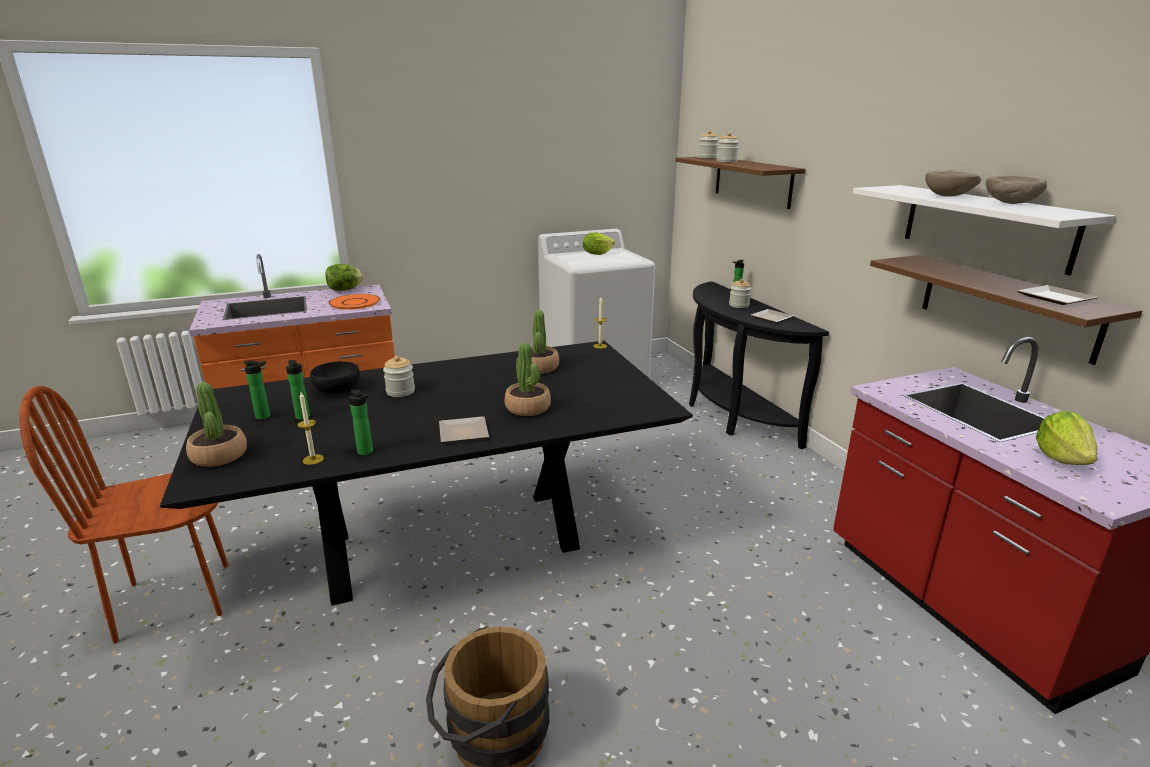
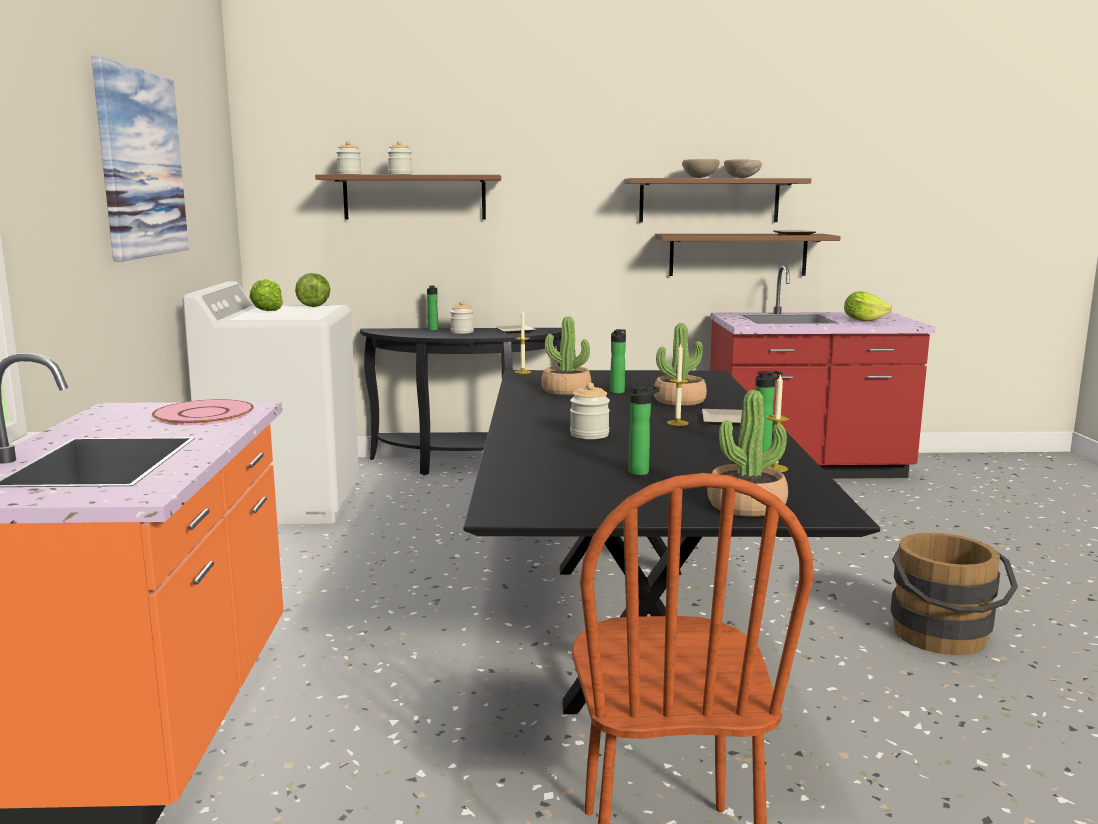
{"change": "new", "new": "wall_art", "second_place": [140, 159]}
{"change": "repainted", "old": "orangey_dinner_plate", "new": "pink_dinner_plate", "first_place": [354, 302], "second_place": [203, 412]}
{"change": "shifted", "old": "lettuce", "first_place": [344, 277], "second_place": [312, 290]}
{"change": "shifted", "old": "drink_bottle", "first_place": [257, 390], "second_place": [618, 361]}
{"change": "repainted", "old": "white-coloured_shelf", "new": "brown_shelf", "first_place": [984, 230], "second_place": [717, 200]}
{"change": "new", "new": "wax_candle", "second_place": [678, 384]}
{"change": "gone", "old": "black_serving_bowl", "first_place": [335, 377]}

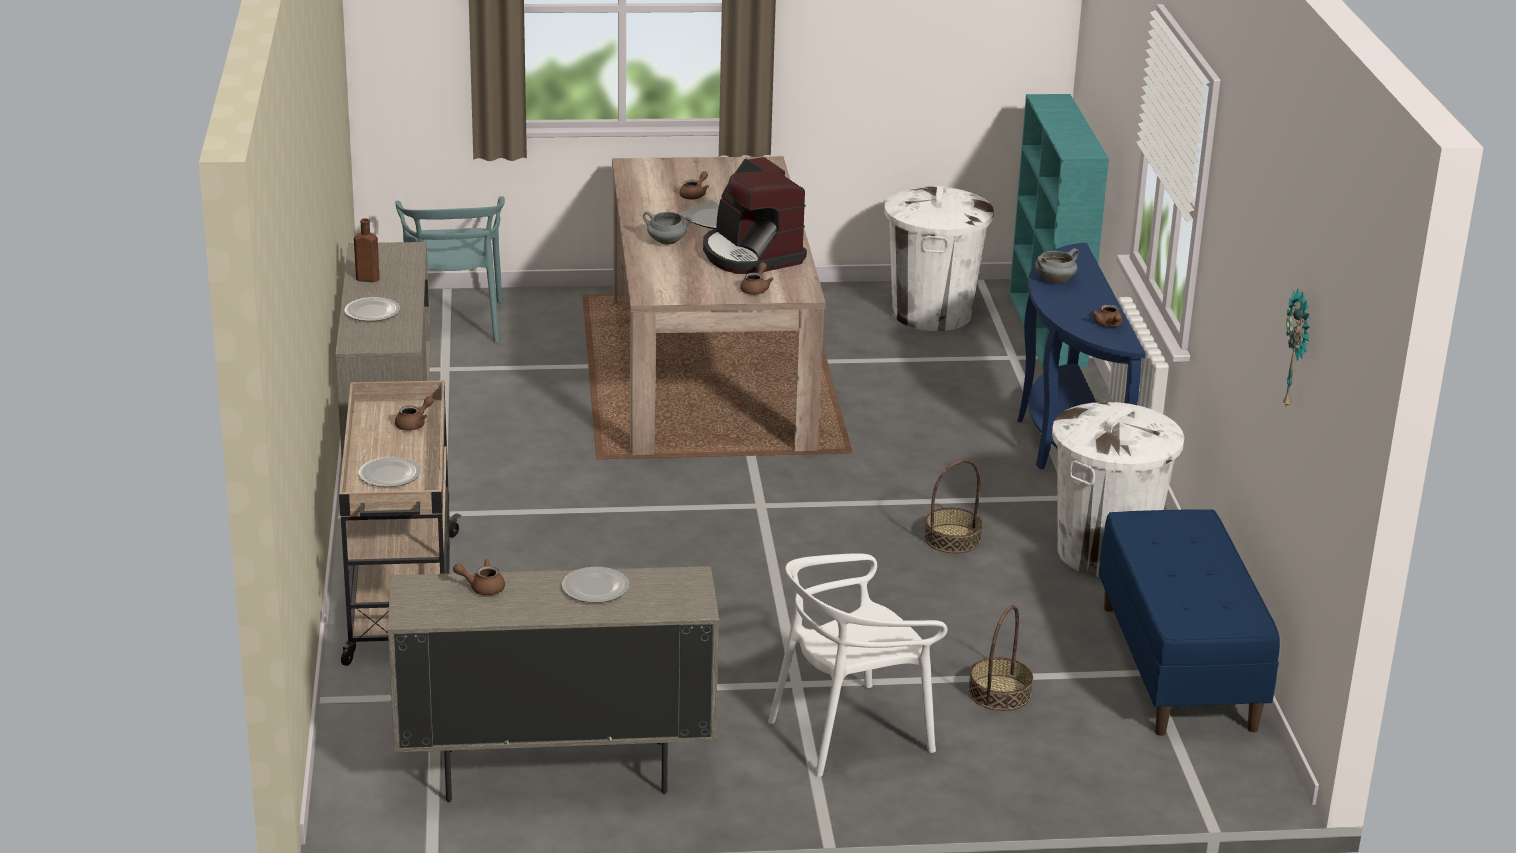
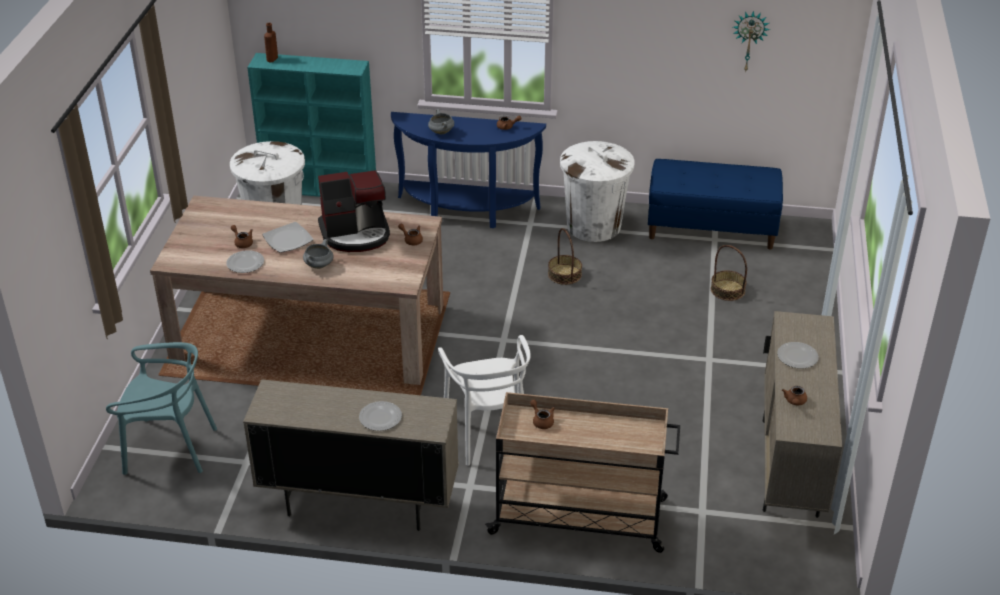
{"change": "shifted", "old": "dinner_plate", "first_place": [390, 472], "second_place": [245, 261]}
{"change": "shifted", "old": "brown_drink_bottle", "first_place": [366, 250], "second_place": [271, 42]}
{"change": "shifted", "old": "white-coloured_chair", "first_place": [857, 665], "second_place": [484, 400]}

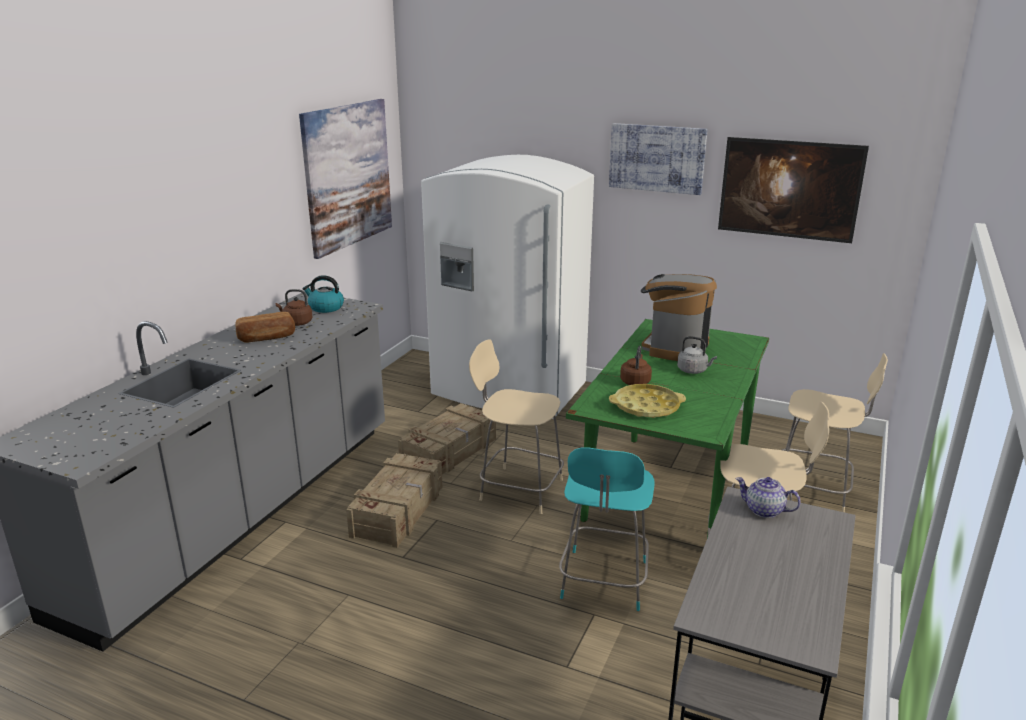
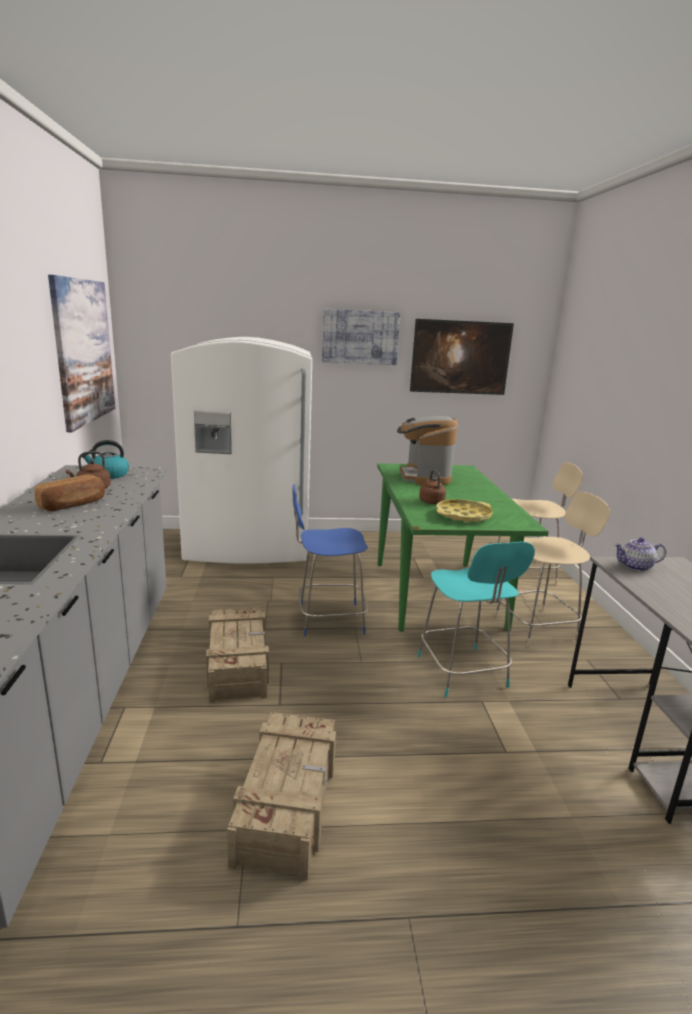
{"change": "shifted", "old": "packing_crate", "first_place": [447, 438], "second_place": [281, 796]}
{"change": "repainted", "old": "beige-coloured_chair", "new": "bluish_chair", "first_place": [516, 426], "second_place": [330, 560]}
{"change": "gone", "old": "greyish_tea_kettle", "first_place": [697, 355]}

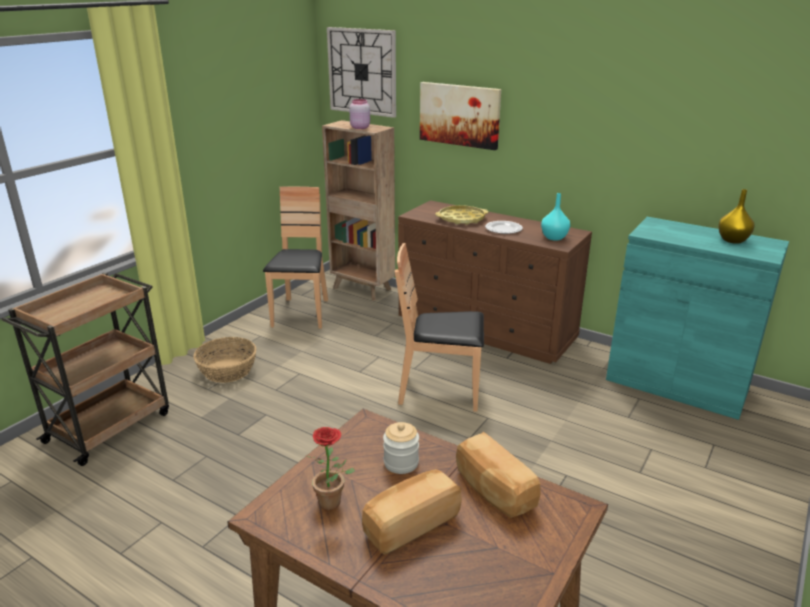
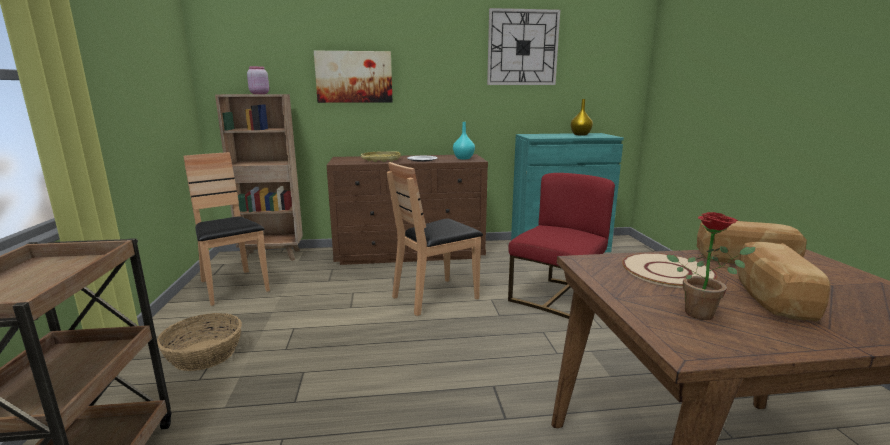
{"change": "shifted", "old": "hanging_clock", "first_place": [361, 72], "second_place": [523, 46]}
{"change": "new", "new": "red_chair", "second_place": [561, 246]}
{"change": "swapped", "old": "storage_jar", "new": "beige-coloured_dinner_plate", "first_place": [401, 448], "second_place": [670, 270]}

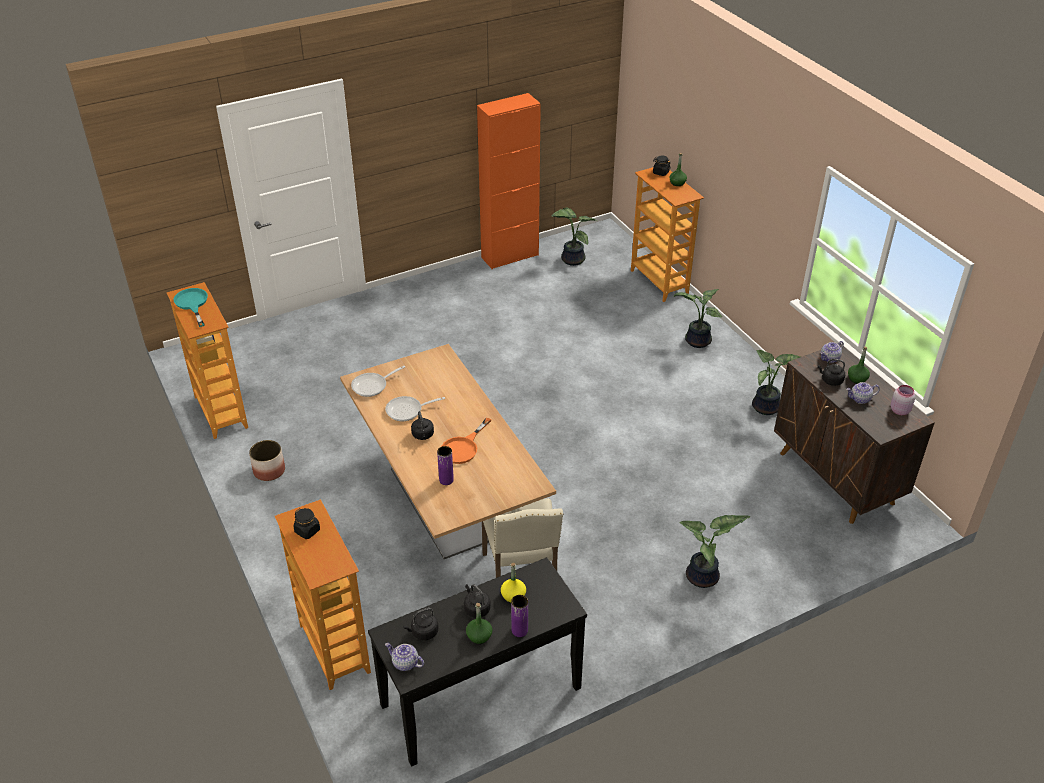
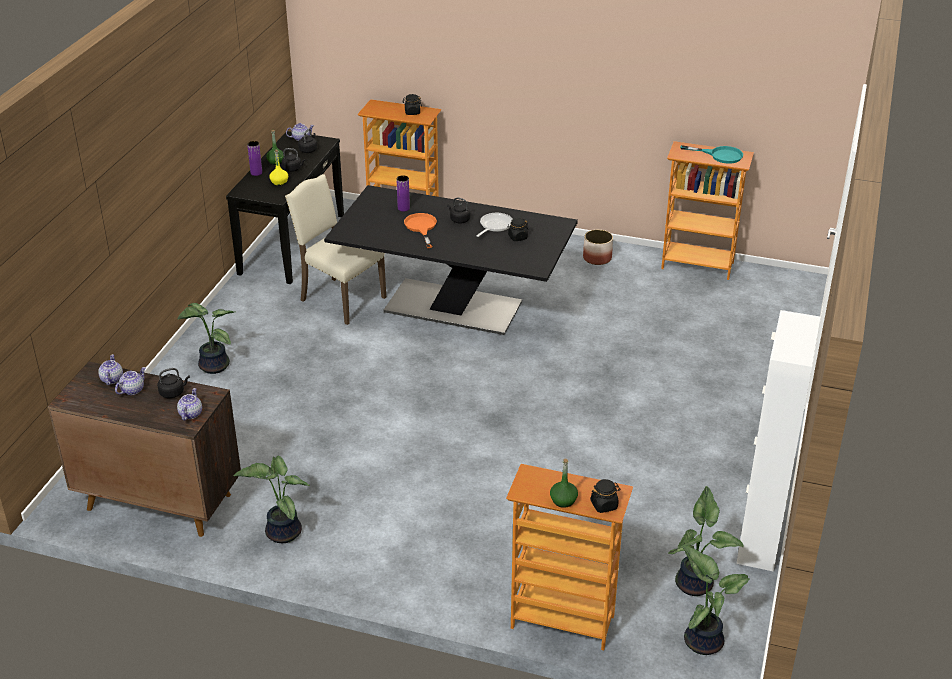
{"change": "new", "new": "teapot", "second_place": [110, 369]}
{"change": "repainted", "old": "beige-coloured_kitchen_table", "new": "black_kitchen_table", "first_place": [448, 451], "second_place": [451, 260]}
{"change": "new", "new": "black_storage_jar", "second_place": [518, 229]}
{"change": "shifted", "old": "plant_in_a_pot", "first_place": [698, 318], "second_place": [715, 600]}
{"change": "repainted", "old": "orangey_cupboard", "new": "white-coloured_cupboard", "first_place": [509, 181], "second_place": [778, 441]}
{"change": "gone", "old": "pan", "first_place": [378, 381]}
{"change": "gone", "old": "greenish_drink_bottle", "first_place": [859, 365]}
{"change": "gone", "old": "pink_storage_jar", "first_place": [903, 400]}

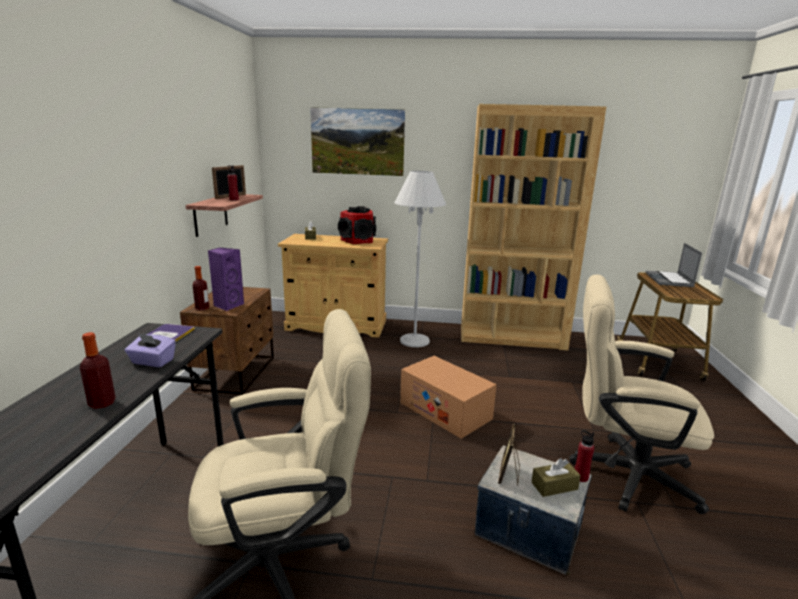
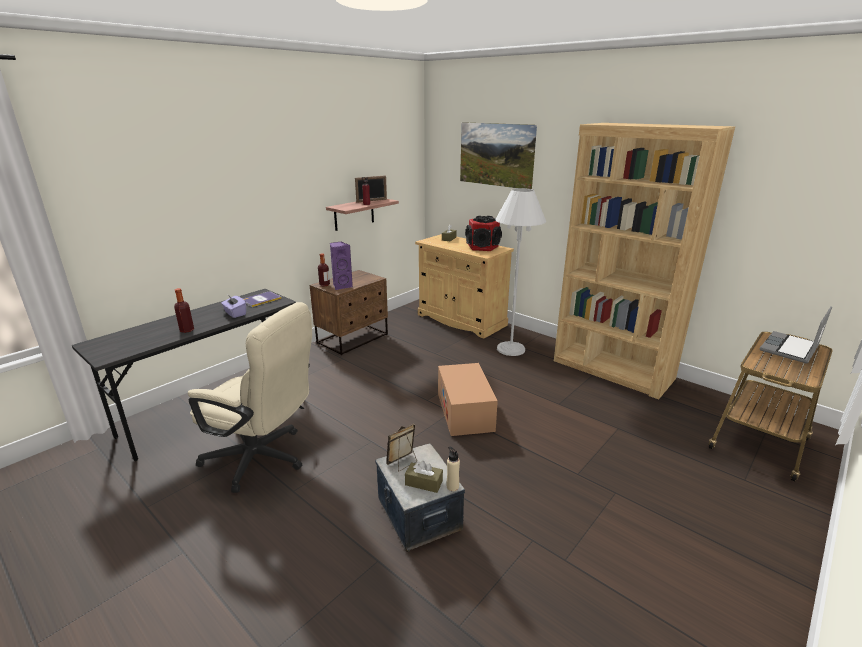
{"change": "repainted", "old": "red_drink_bottle", "new": "beige-coloured_drink_bottle", "first_place": [585, 456], "second_place": [453, 468]}
{"change": "gone", "old": "beige-coloured_desk_chair", "first_place": [642, 394]}

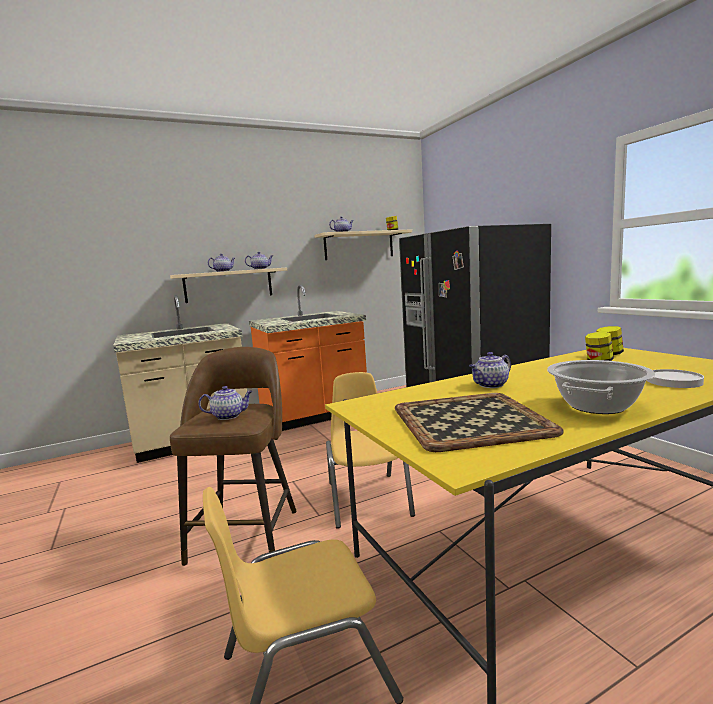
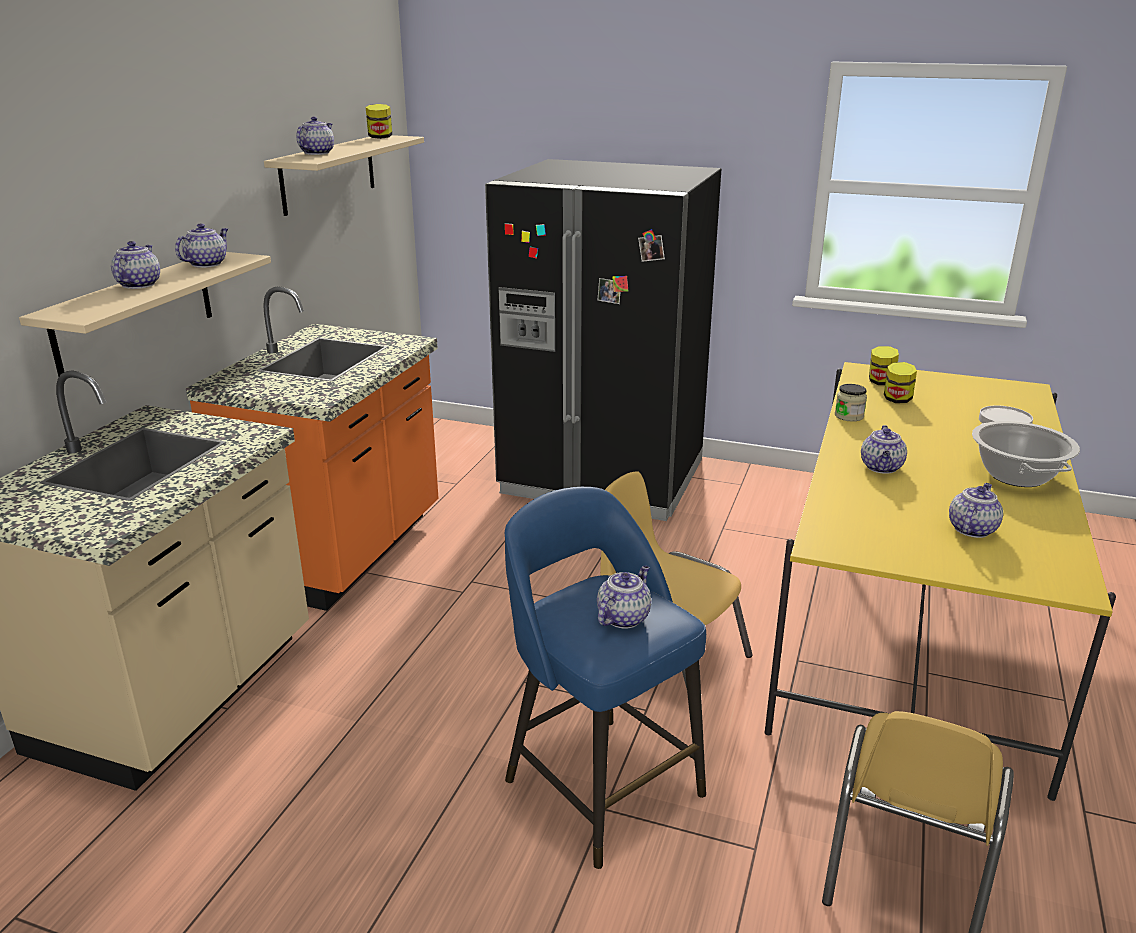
{"change": "repainted", "old": "brown_stool_seat", "new": "bluish_stool_seat", "first_place": [233, 456], "second_place": [605, 678]}
{"change": "new", "new": "storage_jar", "second_place": [851, 403]}
{"change": "swapped", "old": "tray", "new": "teapot", "first_place": [479, 422], "second_place": [976, 510]}

